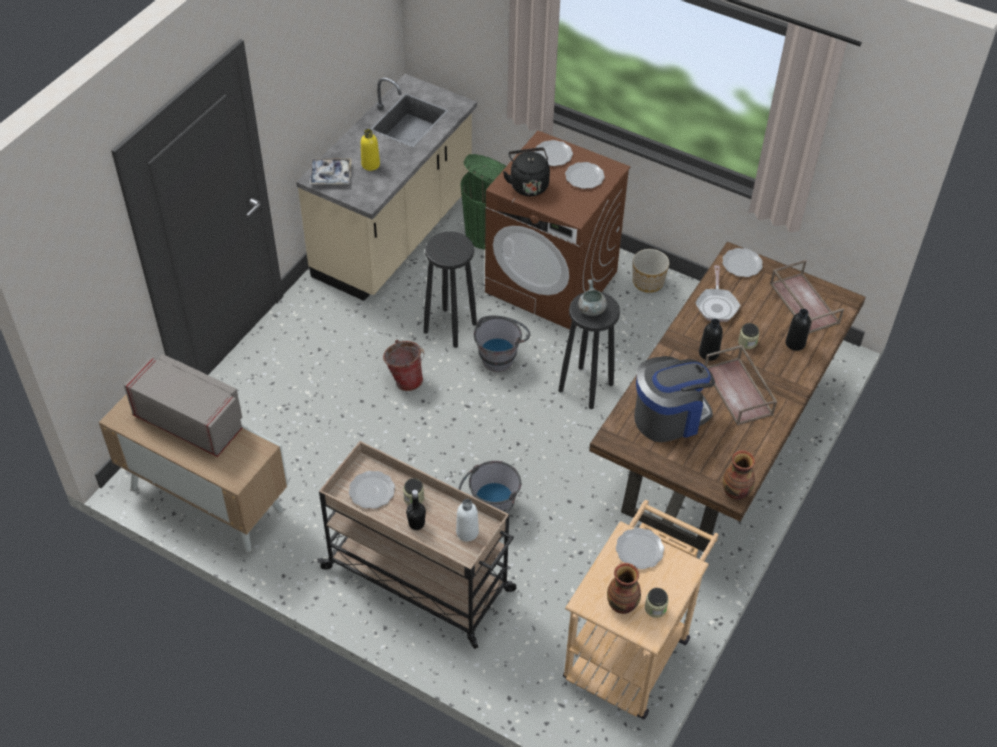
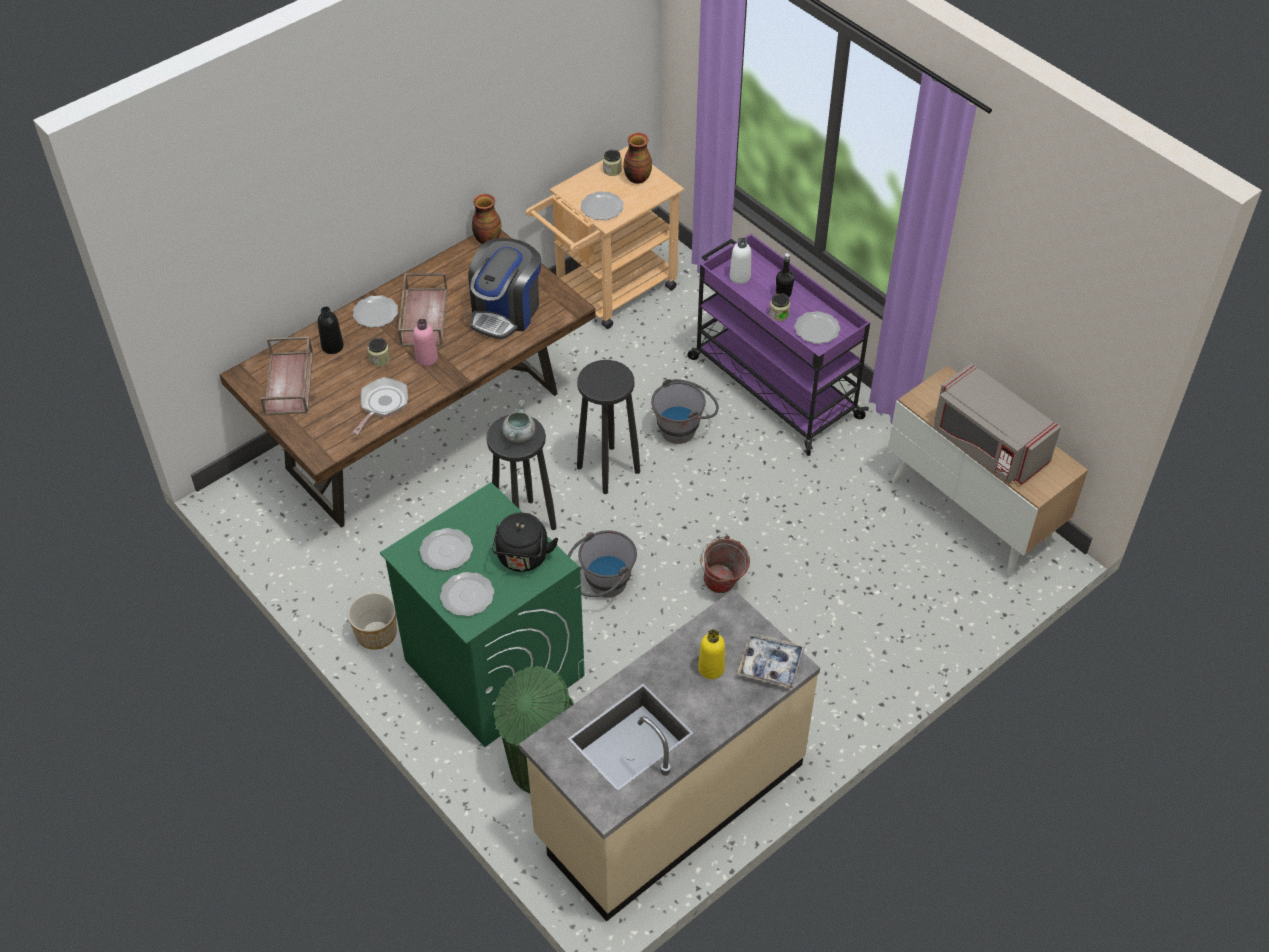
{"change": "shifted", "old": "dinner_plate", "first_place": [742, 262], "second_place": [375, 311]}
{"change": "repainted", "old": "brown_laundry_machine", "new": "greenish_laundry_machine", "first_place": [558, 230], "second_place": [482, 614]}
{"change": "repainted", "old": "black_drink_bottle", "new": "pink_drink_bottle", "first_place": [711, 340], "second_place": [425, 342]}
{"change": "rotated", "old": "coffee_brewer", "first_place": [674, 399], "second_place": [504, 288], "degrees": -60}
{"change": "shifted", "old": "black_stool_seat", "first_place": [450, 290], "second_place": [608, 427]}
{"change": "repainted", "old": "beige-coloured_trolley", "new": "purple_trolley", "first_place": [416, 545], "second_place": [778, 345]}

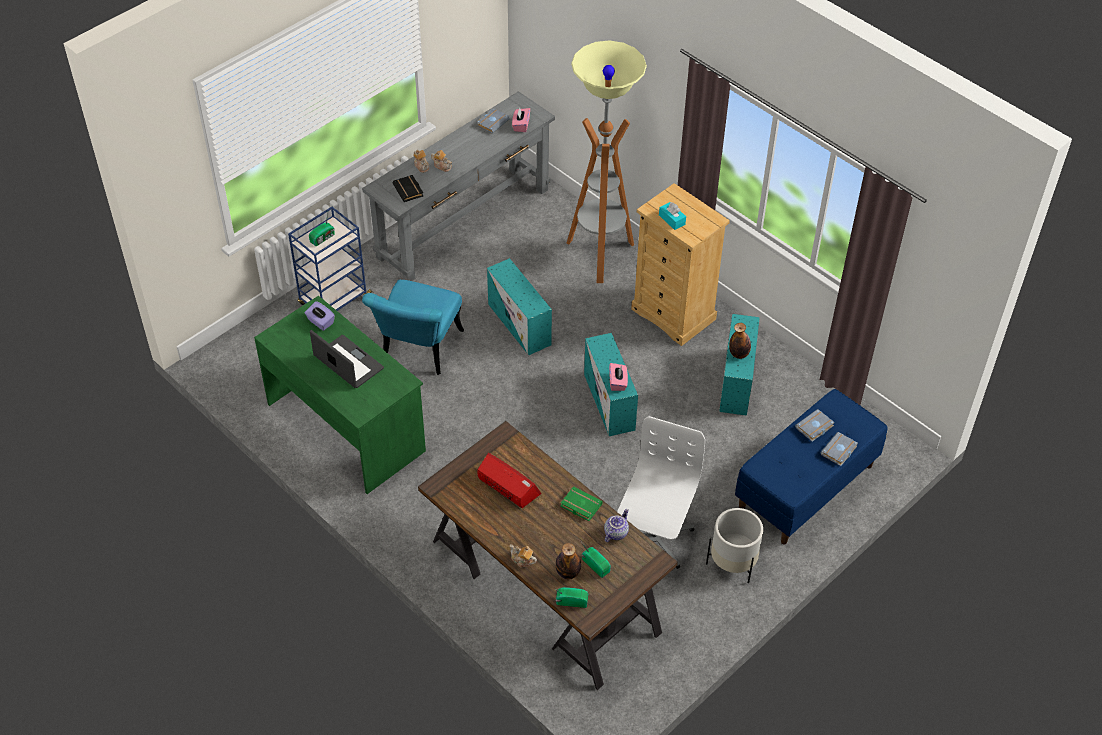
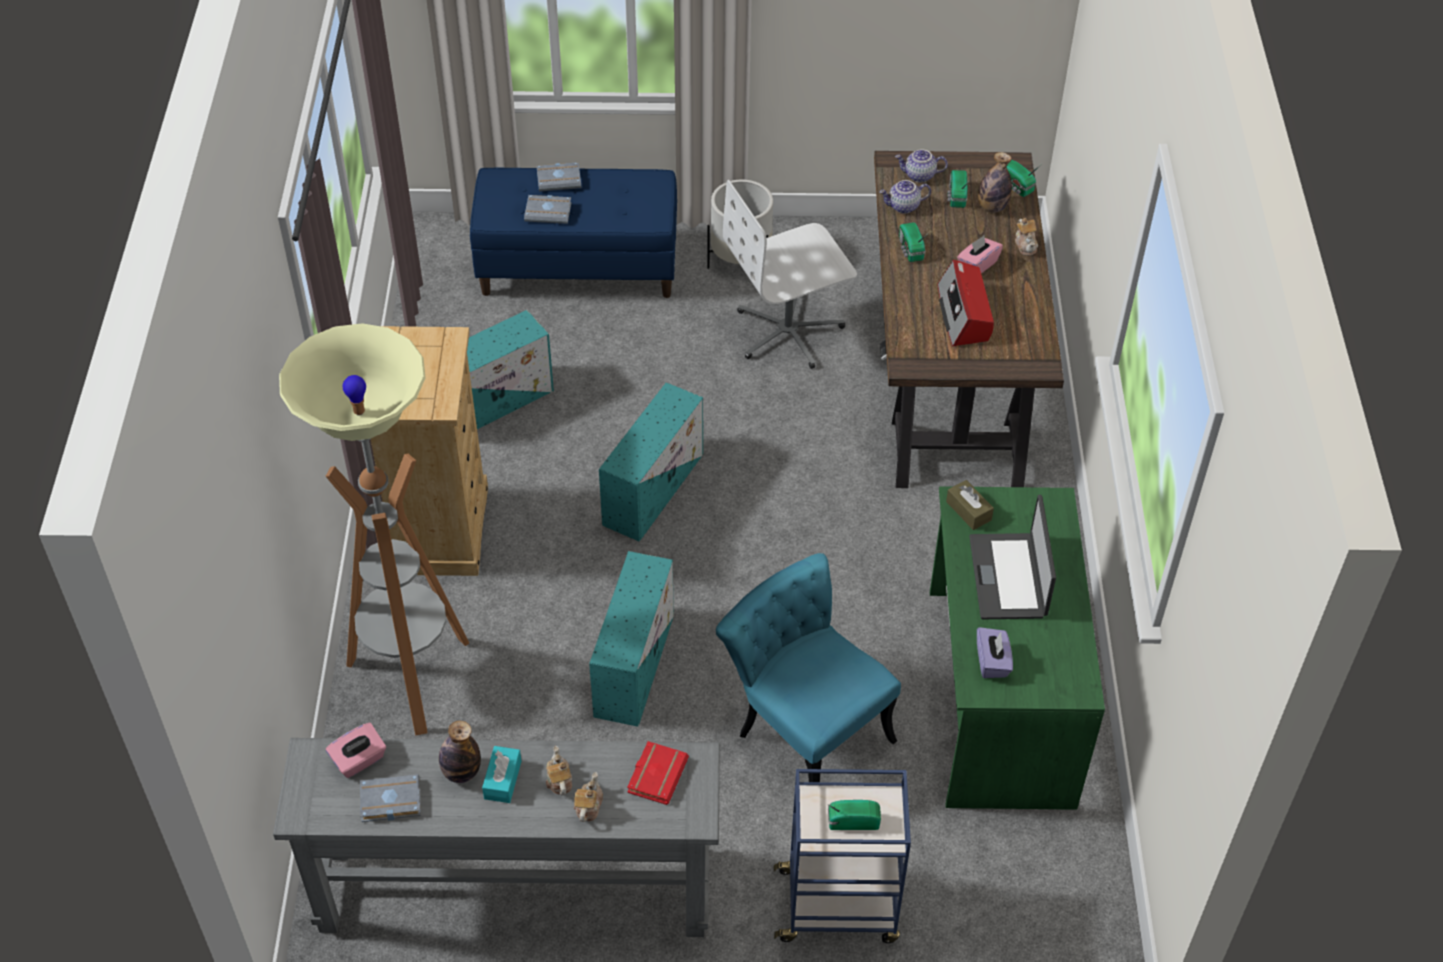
{"change": "shifted", "old": "drink_bottle", "first_place": [740, 341], "second_place": [460, 752]}
{"change": "shifted", "old": "turquoise_tissue_box", "first_place": [672, 216], "second_place": [502, 774]}
{"change": "repainted", "old": "black_bound_book", "new": "red_bound_book", "first_place": [407, 188], "second_place": [658, 773]}
{"change": "rotated", "old": "turquoise_chair", "first_place": [413, 327], "second_place": [808, 667], "degrees": -105}
{"change": "new", "new": "teapot", "second_place": [921, 165]}
{"change": "swapped", "old": "greenish_bound_book", "new": "radio_set", "first_place": [582, 503], "second_place": [914, 242]}
{"change": "new", "new": "brown_tissue_box", "second_place": [970, 505]}
{"change": "shifted", "old": "pink_tissue_box", "first_place": [618, 377], "second_place": [980, 255]}

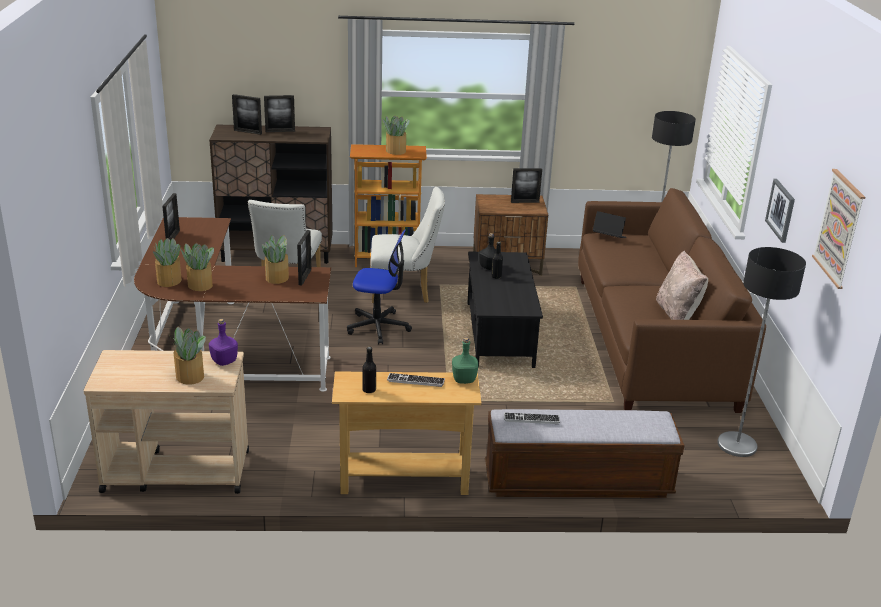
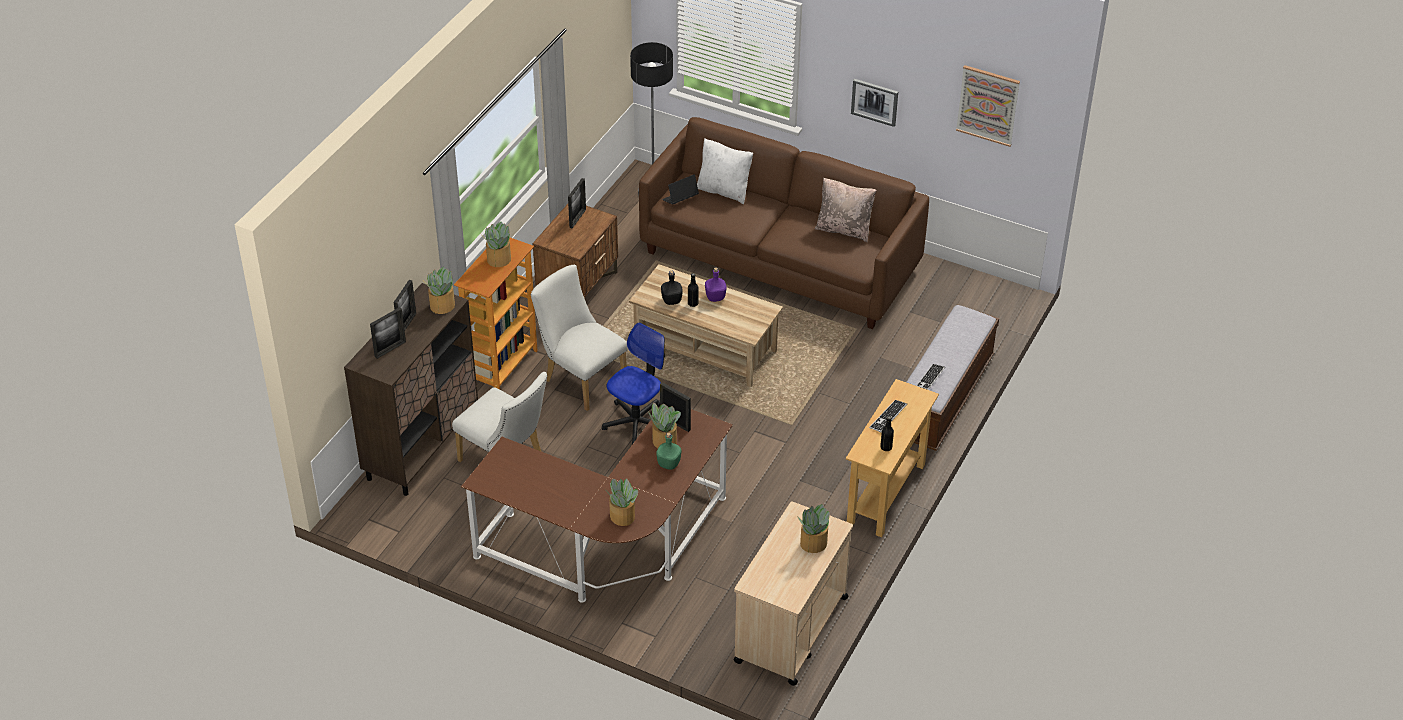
{"change": "shifted", "old": "plant_in_a_pot", "first_place": [197, 267], "second_place": [439, 290]}
{"change": "rotated", "old": "white-coloured_chair", "first_place": [408, 245], "second_place": [579, 338], "degrees": -75}
{"change": "repainted", "old": "black_coffee_table", "new": "beige-coloured_coffee_table", "first_place": [505, 310], "second_place": [706, 325]}
{"change": "shifted", "old": "greenish_drink_bottle", "first_place": [465, 360], "second_place": [668, 451]}
{"change": "new", "new": "white-coloured_pillow", "second_place": [725, 171]}
{"change": "shifted", "old": "purple_drink_bottle", "first_place": [223, 342], "second_place": [715, 284]}
{"change": "gone", "old": "photo_frame", "first_place": [171, 216]}
{"change": "gone", "old": "standing_lamp", "first_place": [761, 352]}

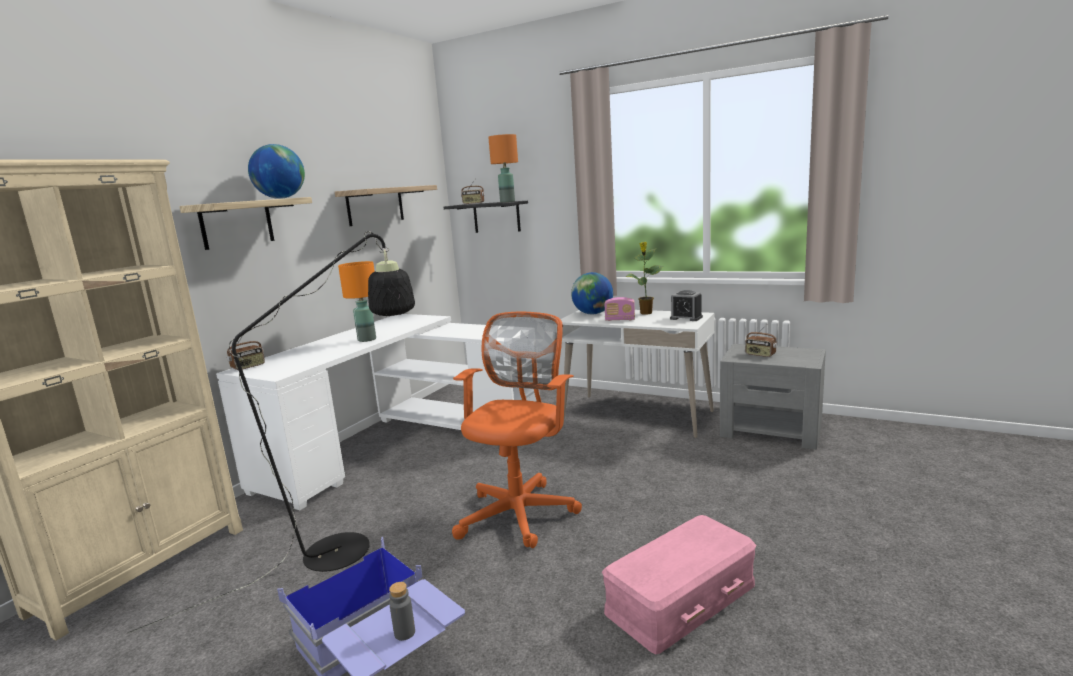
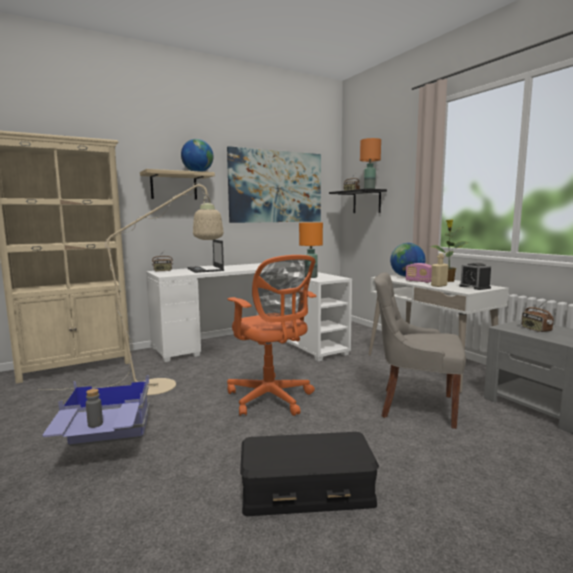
{"change": "repainted", "old": "black_standing_lamp", "new": "beige-coloured_standing_lamp", "first_place": [271, 432], "second_place": [136, 289]}
{"change": "new", "new": "portable_computer", "second_place": [205, 256]}
{"change": "swapped", "old": "shelf", "new": "wall_art", "first_place": [386, 205], "second_place": [274, 184]}
{"change": "rotated", "old": "orangey_desk_chair", "first_place": [517, 430], "second_place": [272, 335], "degrees": 90}
{"change": "repainted", "old": "pink_storage_box", "new": "black_storage_box", "first_place": [679, 584], "second_place": [309, 474]}
{"change": "shifted", "old": "orangey_lamp_for_a_table", "first_place": [357, 301], "second_place": [311, 250]}
{"change": "new", "new": "greyish_chair", "second_place": [420, 351]}
{"change": "new", "new": "beige-coloured_drink_bottle", "second_place": [439, 270]}

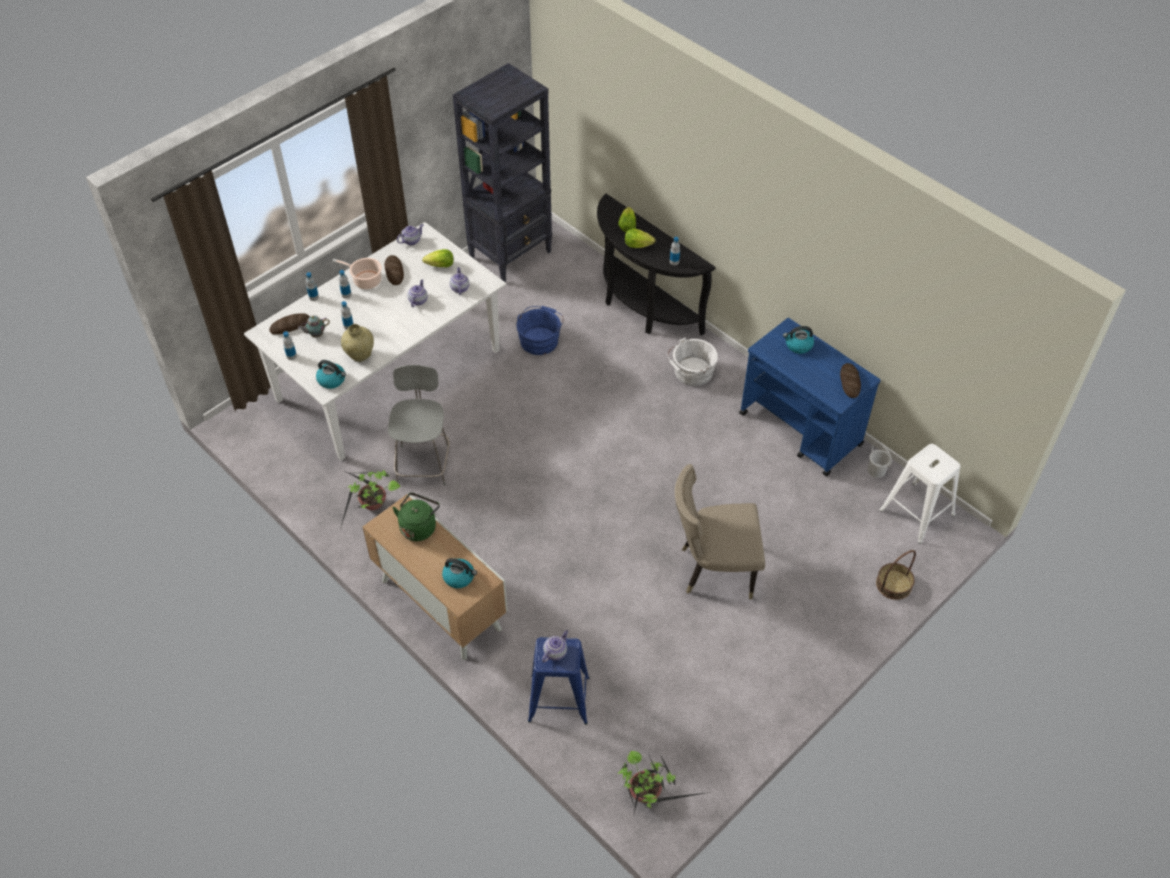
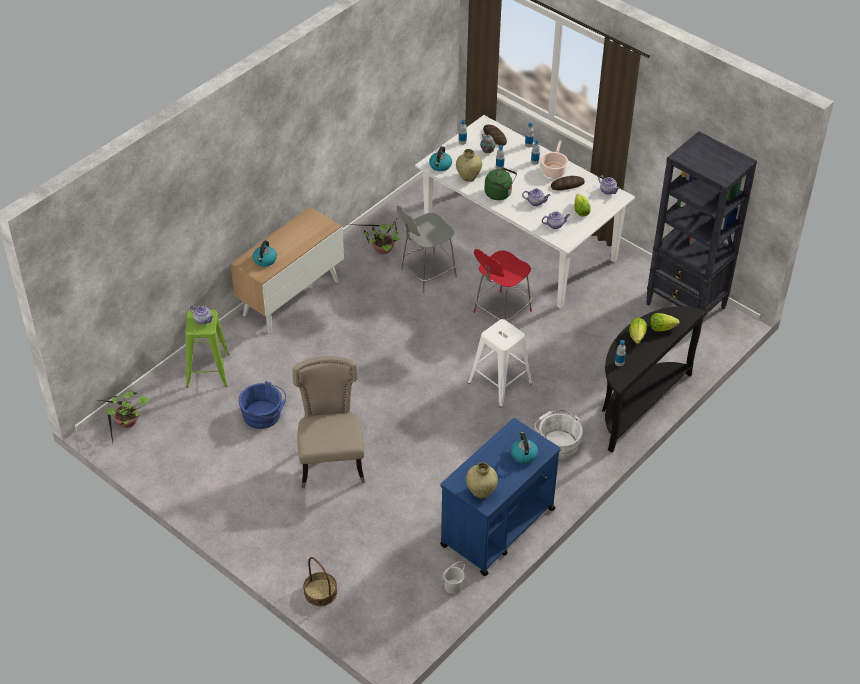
{"change": "repainted", "old": "bluish_stool_seat", "new": "greenish_stool_seat", "first_place": [559, 681], "second_place": [207, 349]}
{"change": "shifted", "old": "bluish_pail", "first_place": [540, 330], "second_place": [262, 405]}
{"change": "rotated", "old": "greyish_chair", "first_place": [419, 425], "second_place": [426, 249], "degrees": 150}
{"change": "swapped", "old": "bakery_bread", "new": "beige-coloured_vase", "first_place": [850, 380], "second_place": [482, 481]}
{"change": "shifted", "old": "white-coloured_stool_seat", "first_place": [919, 494], "second_place": [500, 363]}
{"change": "new", "new": "red_chair", "second_place": [503, 285]}
{"change": "shifted", "old": "greenish_tea_kettle", "first_place": [416, 517], "second_place": [501, 183]}

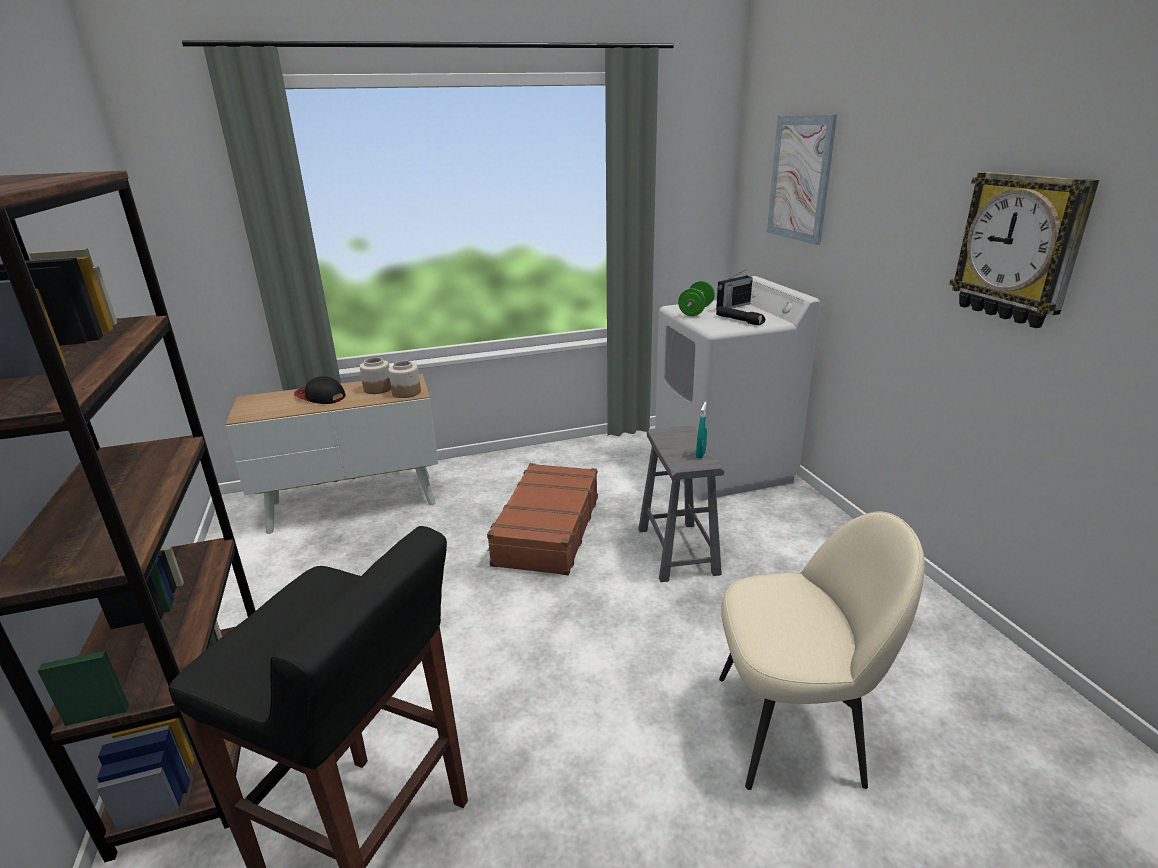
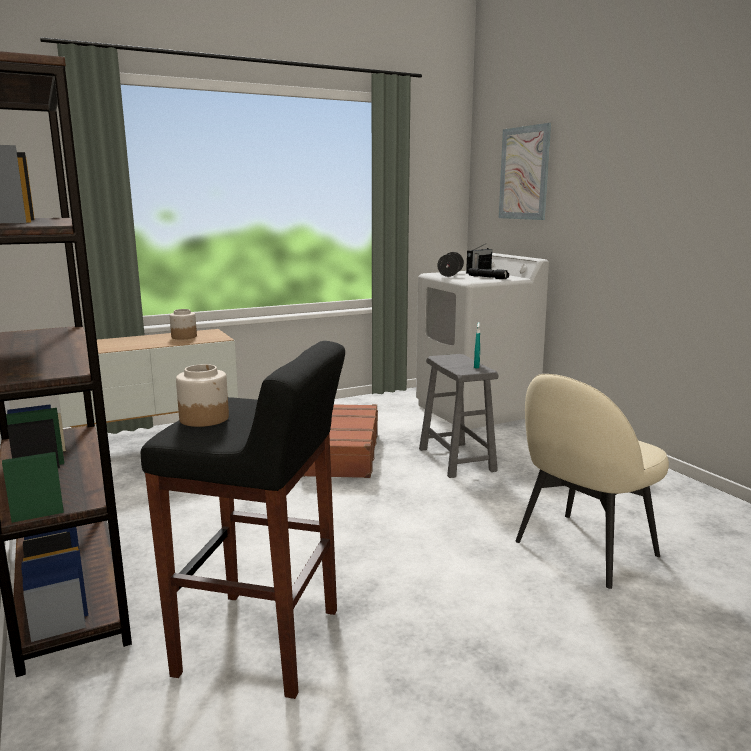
{"change": "shifted", "old": "storage_jar", "first_place": [404, 379], "second_place": [202, 395]}
{"change": "repainted", "old": "greenish_hand_weight", "new": "black_hand_weight", "first_place": [696, 298], "second_place": [450, 264]}
{"change": "rotated", "old": "beige-coloured_chair", "first_place": [822, 651], "second_place": [592, 481], "degrees": 150}
{"change": "gone", "old": "baseball_cap", "first_place": [319, 390]}
{"change": "gone", "old": "hanging_clock", "first_place": [1024, 250]}

